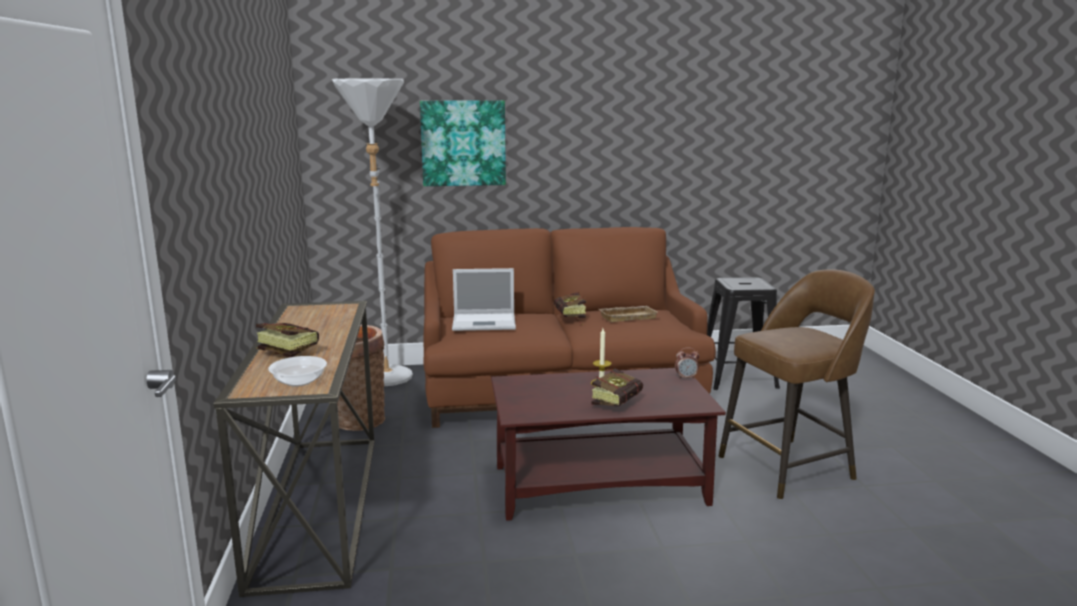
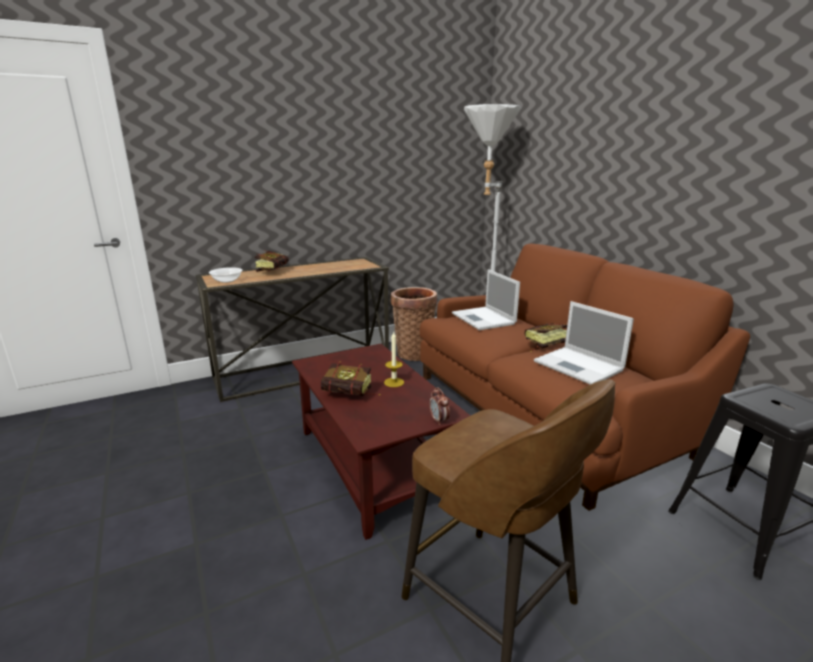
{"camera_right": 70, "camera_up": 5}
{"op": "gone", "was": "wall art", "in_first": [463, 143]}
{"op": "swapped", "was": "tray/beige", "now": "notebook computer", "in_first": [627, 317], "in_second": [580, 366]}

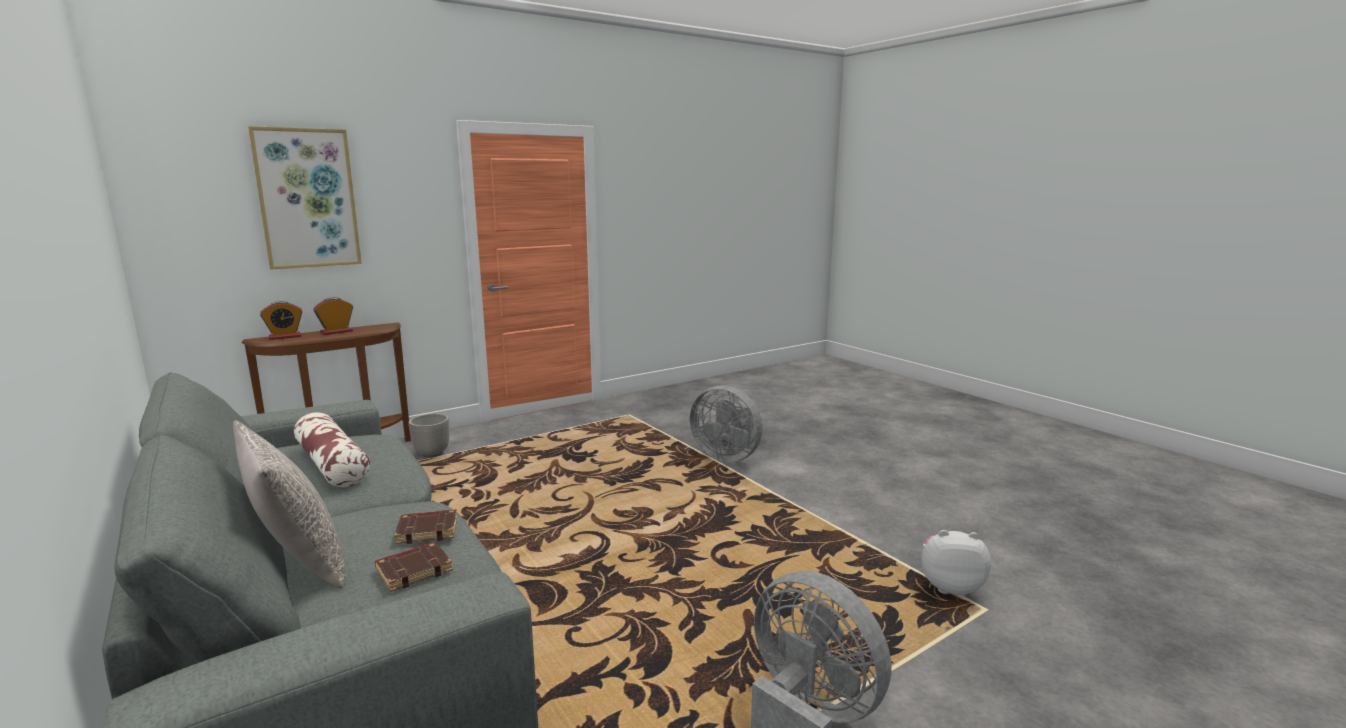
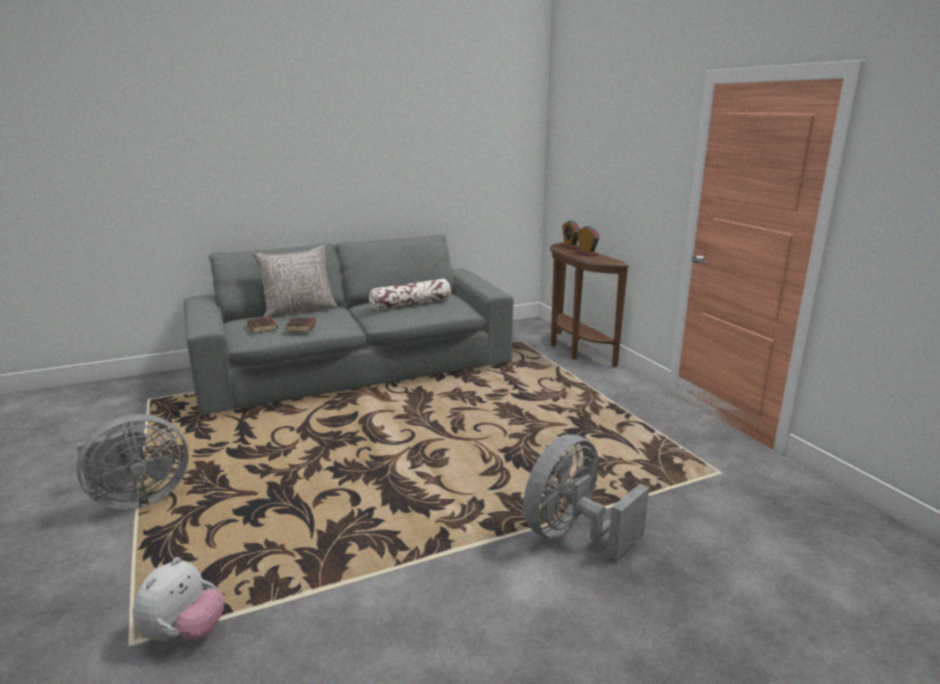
{"camera_right": 100, "camera_up": 5}
{"op": "gone", "was": "wall art", "in_first": [307, 199]}
{"op": "gone", "was": "planter", "in_first": [431, 453]}

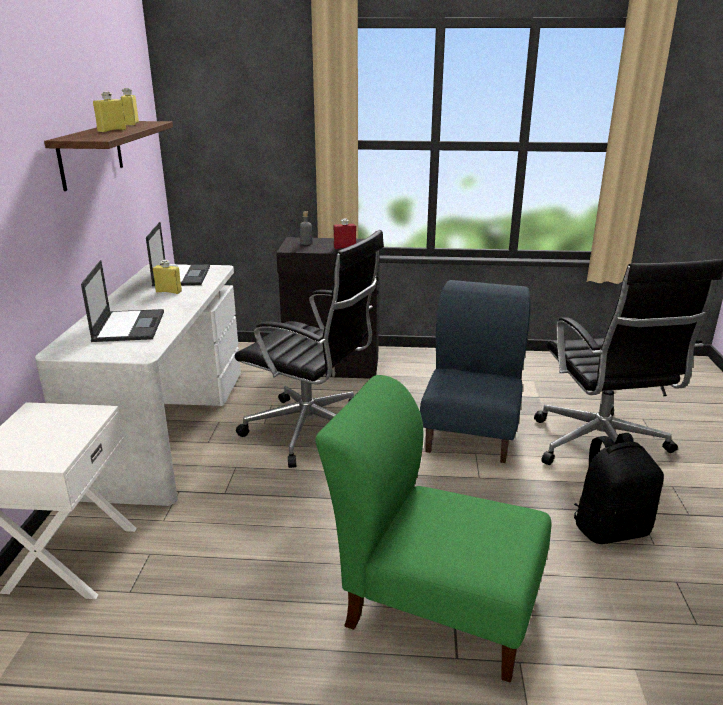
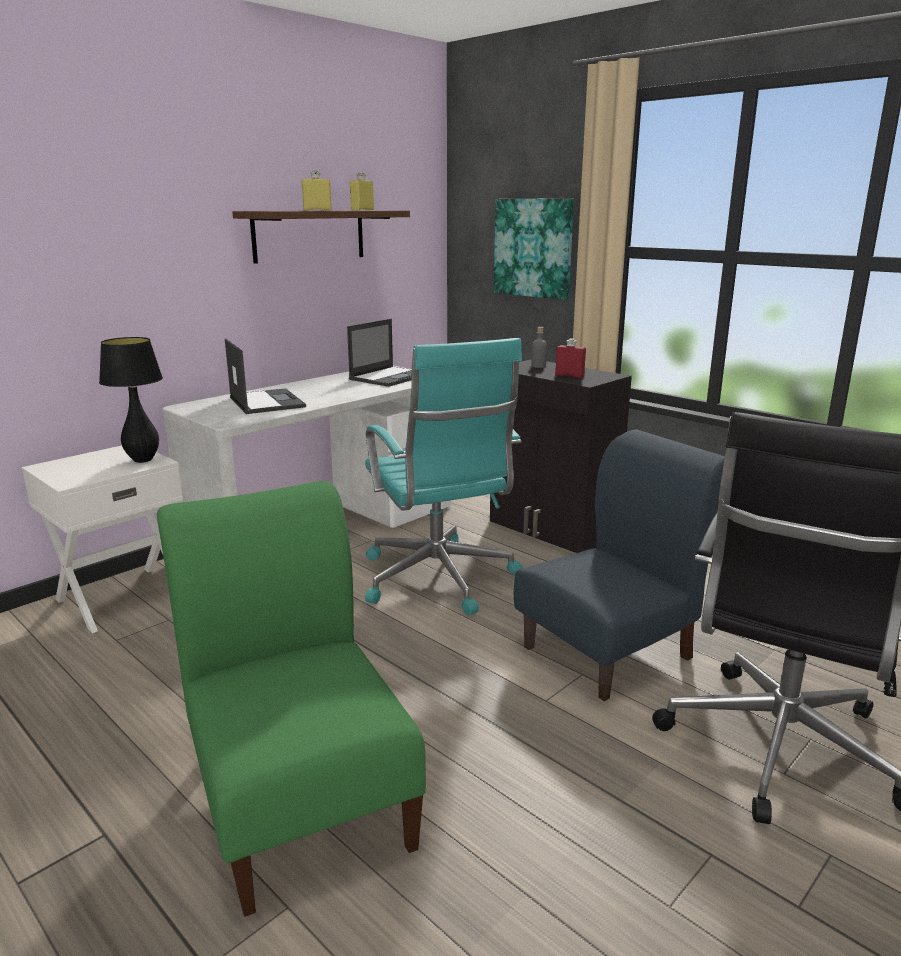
{"camera_right": 40, "camera_up": -5}
{"op": "repainted", "was": "office chair/black", "now": "office chair/turquoise", "in_first": [312, 431], "in_second": [439, 579]}
{"op": "rotated", "was": "notebook computer", "in_first": [129, 326], "in_second": [266, 402], "clockwise": -60}
{"op": "gone", "was": "bottle/yellowish", "in_first": [168, 291]}
{"op": "gone", "was": "rucksack/black", "in_first": [610, 528]}
{"op": "new", "now": "wall art", "in_second": [533, 248]}
{"op": "new", "now": "table lamp/black", "in_second": [143, 460]}

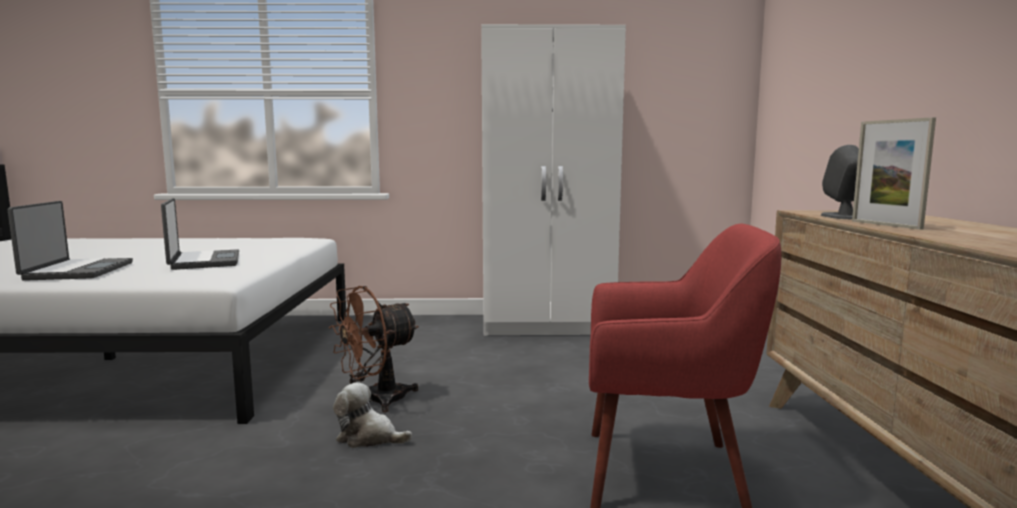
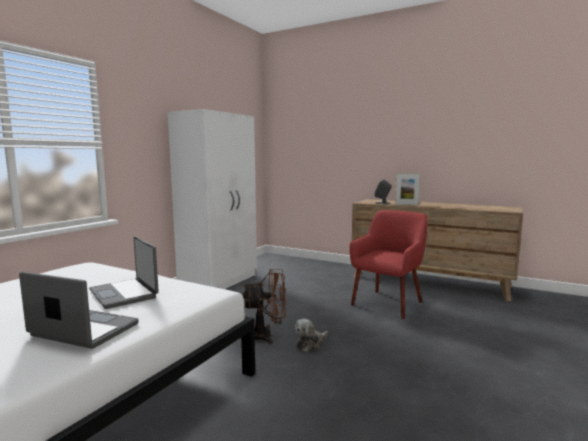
{"camera_right": -60, "camera_up": 0}
{"op": "rotated", "was": "notebook computer", "in_first": [203, 261], "in_second": [125, 294], "clockwise": -135}
{"op": "rotated", "was": "electric fan/brown-coloured", "in_first": [376, 400], "in_second": [266, 336], "clockwise": -90}

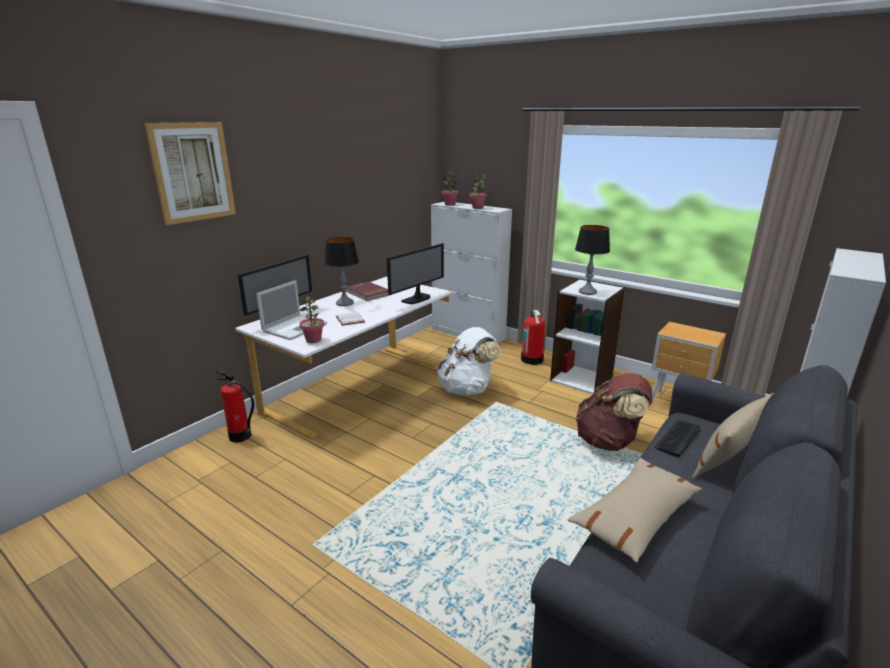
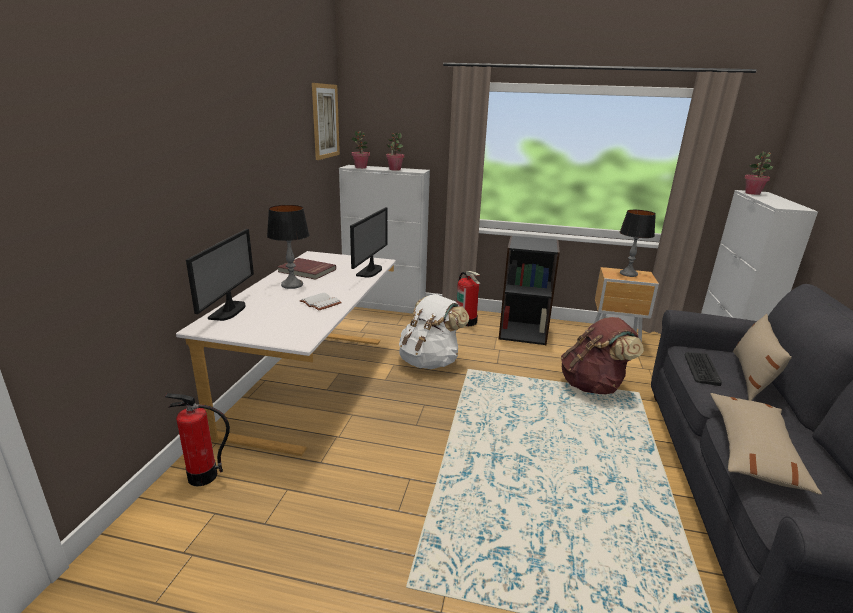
{"camera_right": -25, "camera_up": 0}
{"op": "shifted", "was": "wall art", "in_first": [193, 172], "in_second": [325, 121]}
{"op": "shifted", "was": "table lamp", "in_first": [587, 292], "in_second": [628, 274]}
{"op": "repainted", "was": "bookshelf/white-coloured", "now": "bookshelf/black", "in_first": [582, 379], "in_second": [523, 332]}
{"op": "gone", "was": "notebook computer", "in_first": [295, 327]}
{"op": "shifted", "was": "potted plant", "in_first": [313, 340], "in_second": [752, 193]}

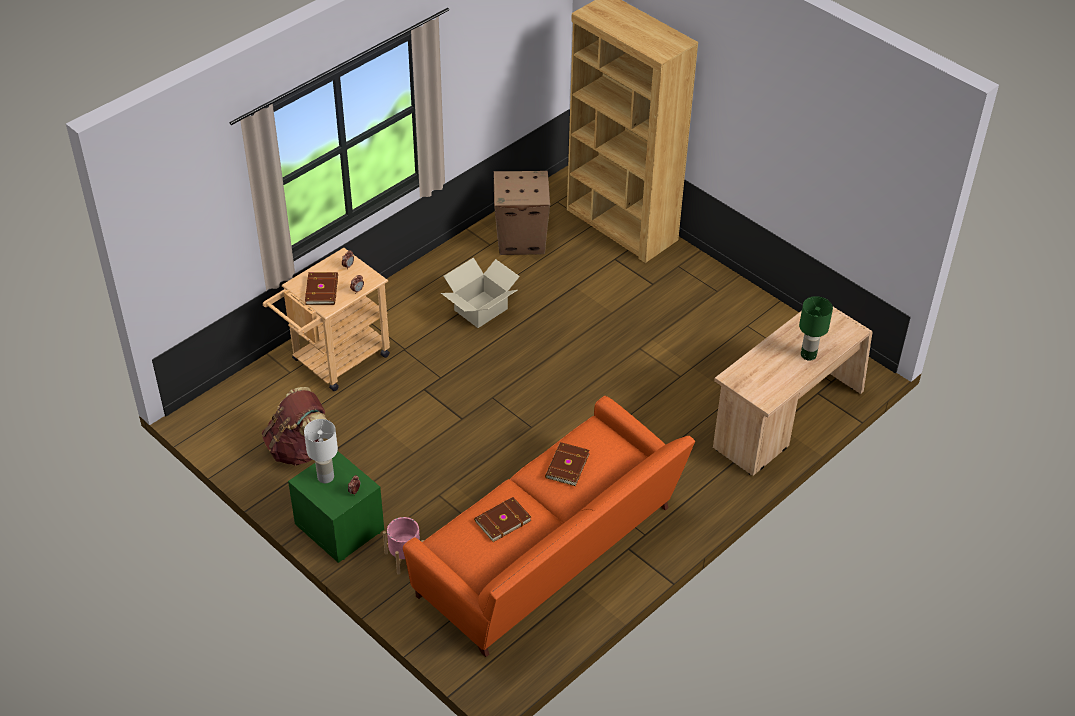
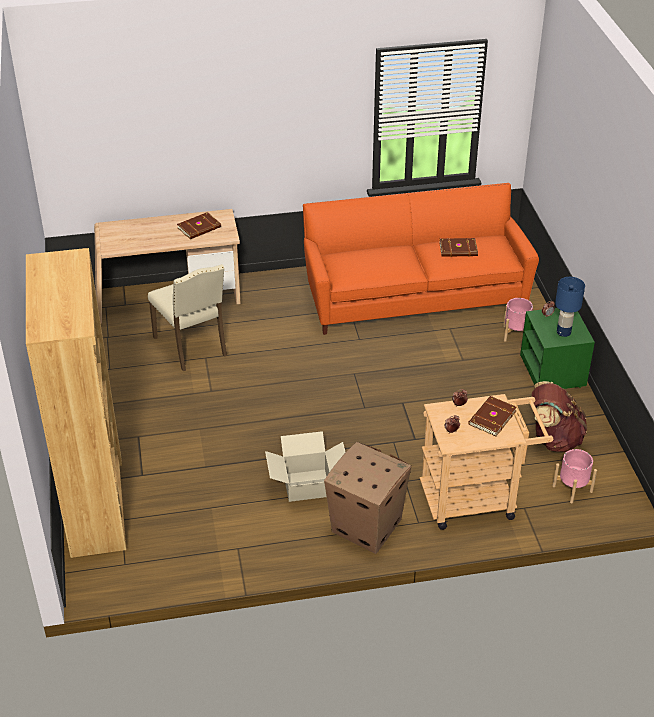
{"camera_right": -145, "camera_up": -5}
{"op": "shifted", "was": "carton", "in_first": [522, 239], "in_second": [365, 525]}
{"op": "gone", "was": "table lamp/green", "in_first": [808, 355]}
{"op": "repainted", "was": "table lamp/white-coloured", "now": "table lamp/blue-coloured", "in_first": [325, 477], "in_second": [563, 332]}
{"op": "shifted", "was": "bound book/brown-coloured", "in_first": [566, 465], "in_second": [200, 228]}
{"op": "new", "now": "chair/beige", "in_second": [192, 346]}
{"op": "new", "now": "planter/pink-coloured", "in_second": [572, 489]}

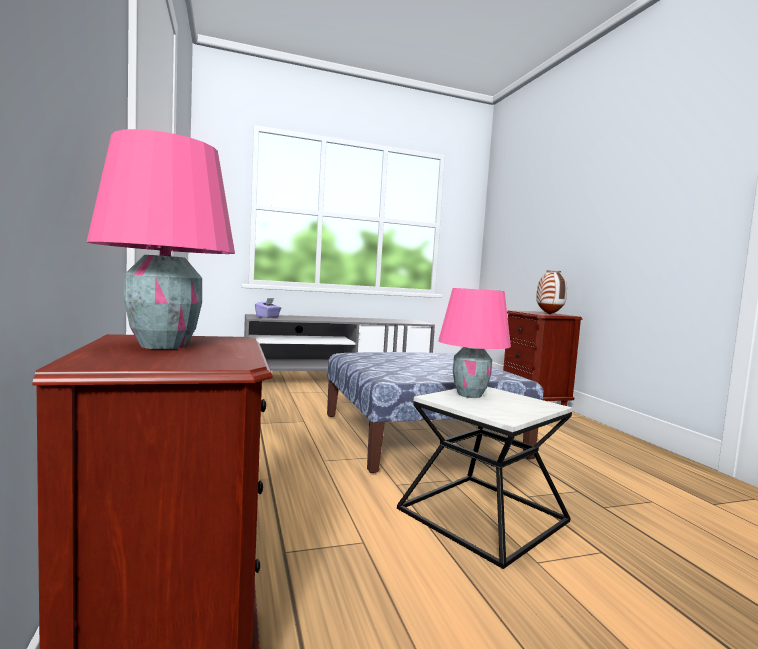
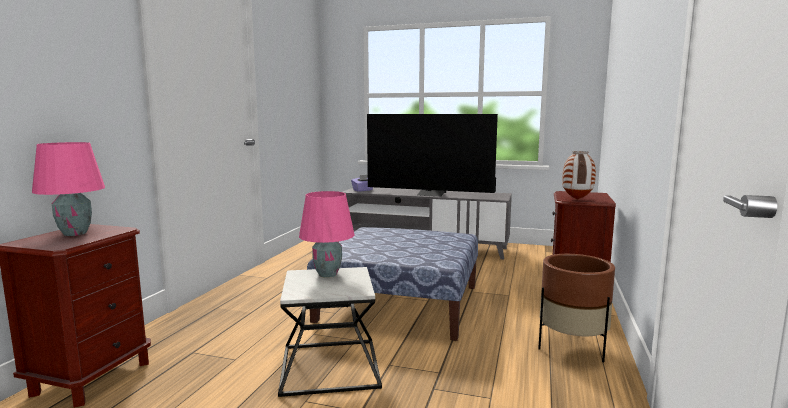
{"camera_right": 35, "camera_up": 5}
{"op": "new", "now": "television", "in_second": [431, 194]}
{"op": "new", "now": "planter/brown-coloured", "in_second": [572, 348]}

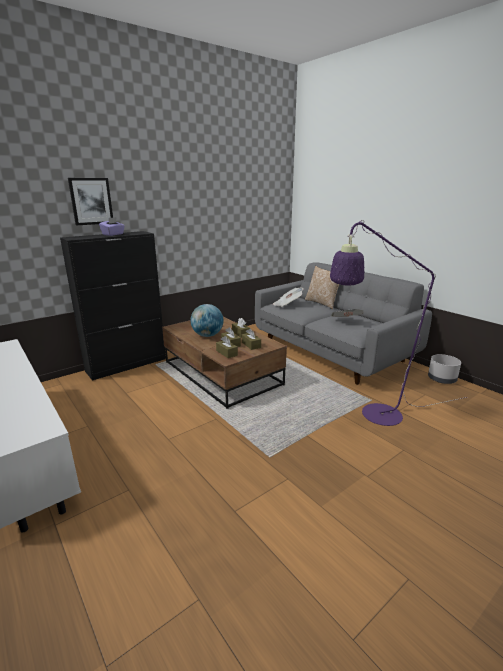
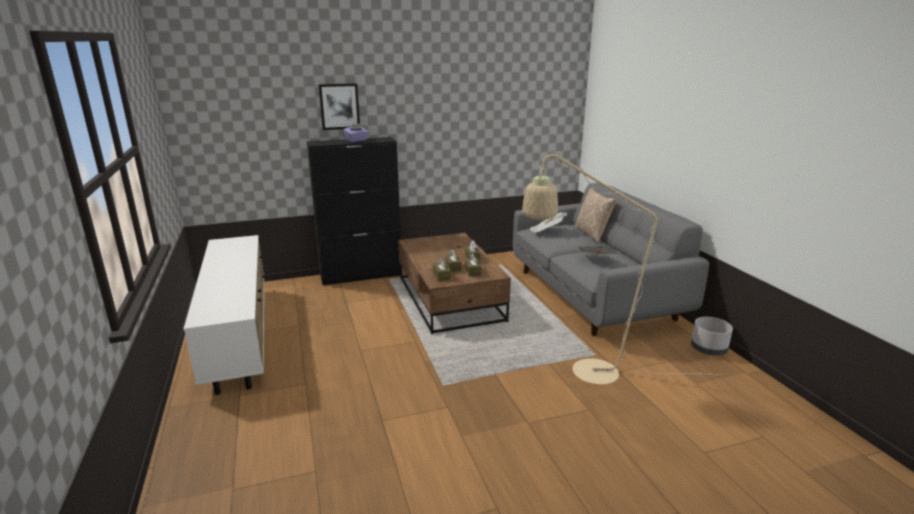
{"camera_right": 20, "camera_up": 0}
{"op": "repainted", "was": "standing lamp/purple-coloured", "now": "standing lamp/beige", "in_first": [373, 416], "in_second": [583, 371]}
{"op": "gone", "was": "globe", "in_first": [207, 335]}

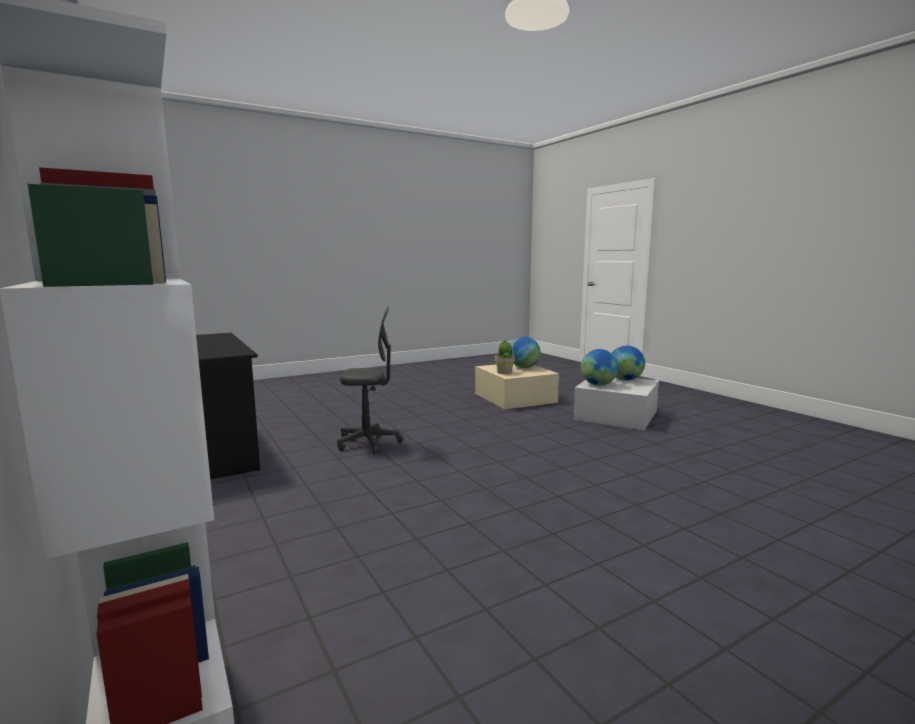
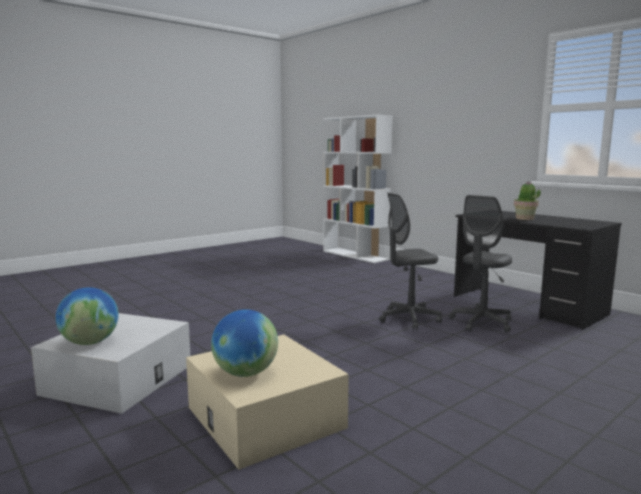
{"camera_right": 170, "camera_up": 0}
{"op": "shifted", "was": "potted plant", "in_first": [504, 372], "in_second": [524, 219]}
{"op": "gone", "was": "globe", "in_first": [598, 385]}
{"op": "new", "now": "office chair/gray", "in_second": [481, 323]}

